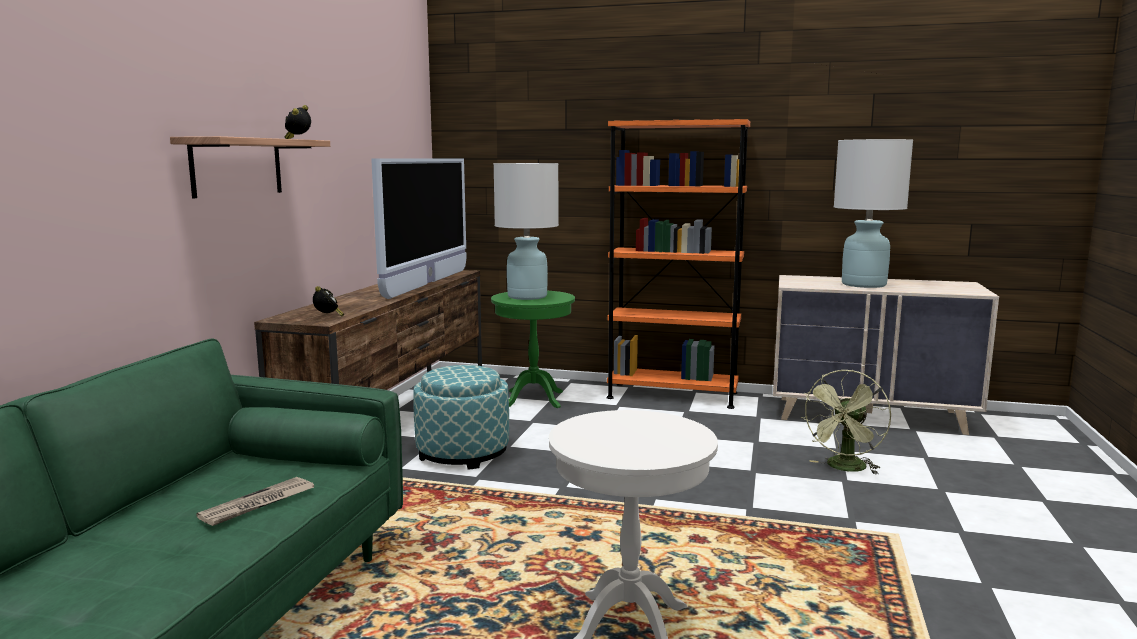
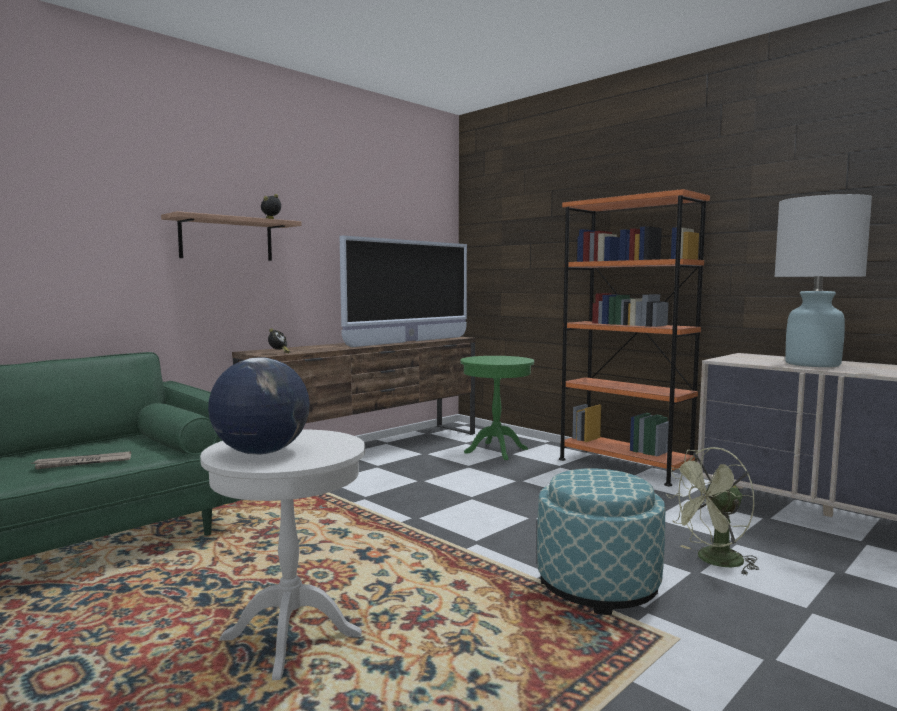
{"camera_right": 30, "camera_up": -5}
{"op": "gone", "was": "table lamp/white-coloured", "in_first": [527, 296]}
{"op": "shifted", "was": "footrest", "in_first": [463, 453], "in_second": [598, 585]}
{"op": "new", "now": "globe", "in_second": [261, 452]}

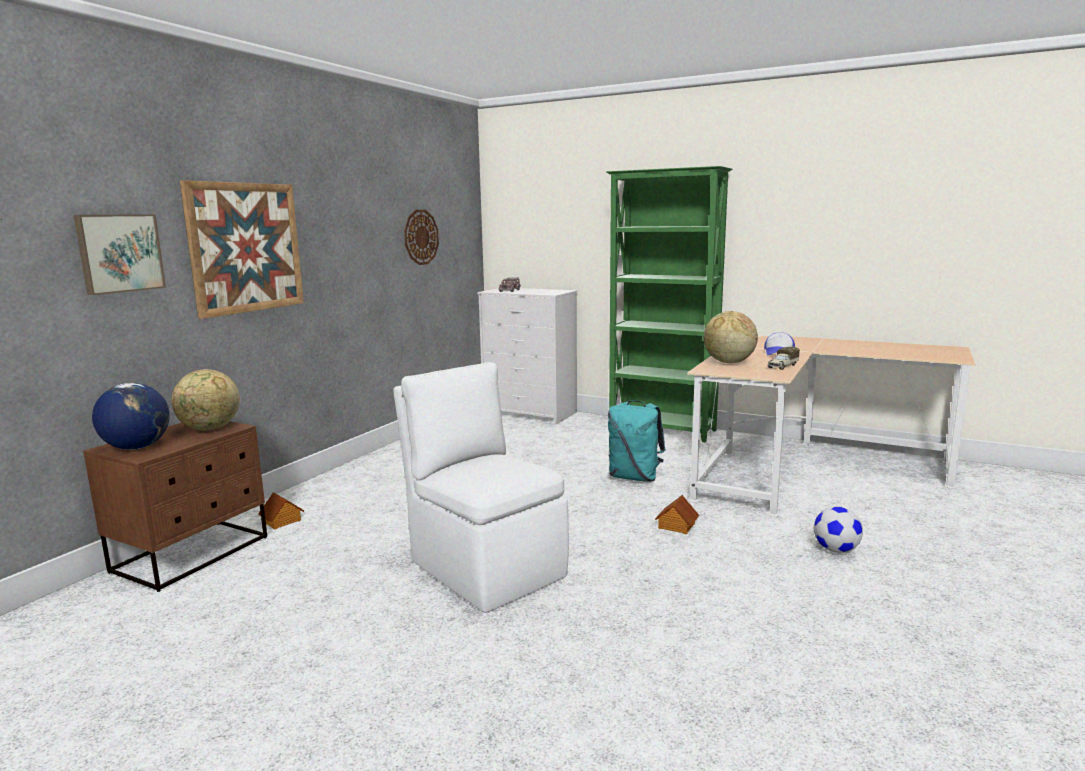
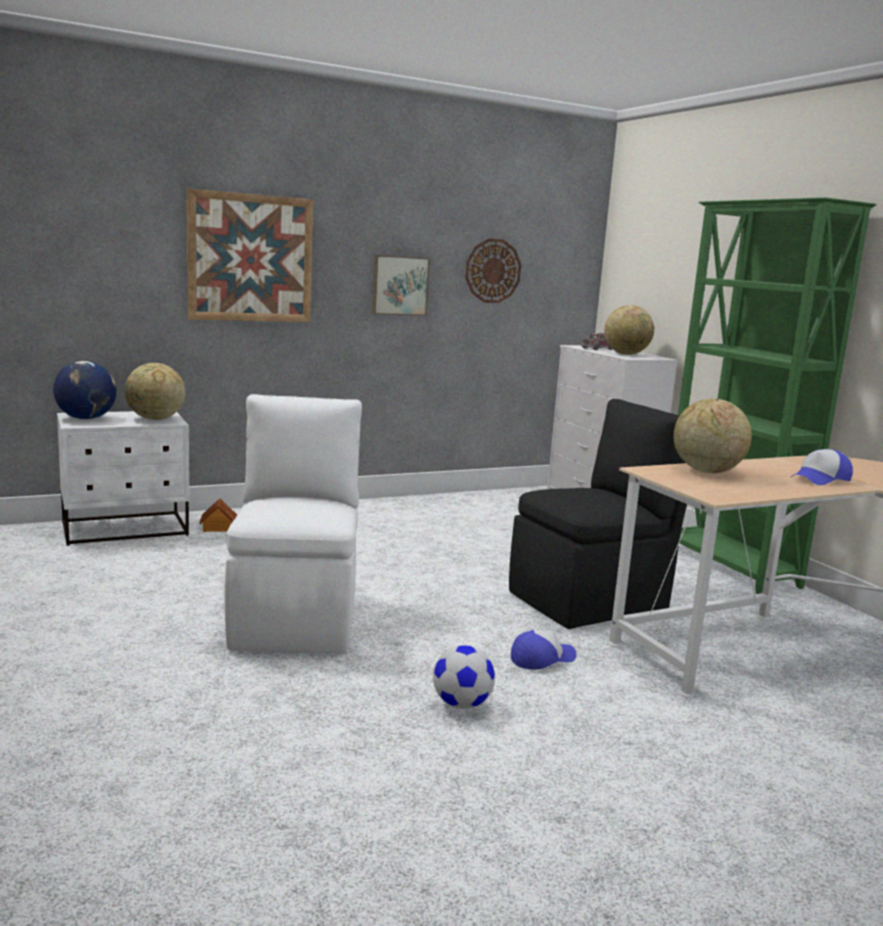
{"camera_right": 35, "camera_up": 0}
{"op": "shifted", "was": "wall art", "in_first": [119, 253], "in_second": [399, 285]}
{"op": "gone", "was": "toy lorry", "in_first": [782, 366]}
{"op": "swapped", "was": "rucksack/turquoise", "now": "chair/black", "in_first": [635, 477], "in_second": [592, 600]}
{"op": "repainted", "was": "bedside table/brown-coloured", "now": "bedside table/white-coloured", "in_first": [193, 554], "in_second": [126, 529]}
{"op": "swapped", "was": "toy house", "now": "baseball cap", "in_first": [676, 526], "in_second": [542, 658]}
{"op": "shifted", "was": "football", "in_first": [835, 550], "in_second": [461, 704]}
{"op": "new", "now": "globe", "in_second": [626, 354]}

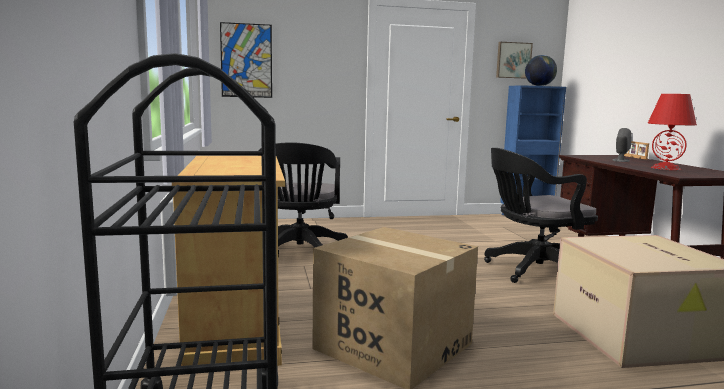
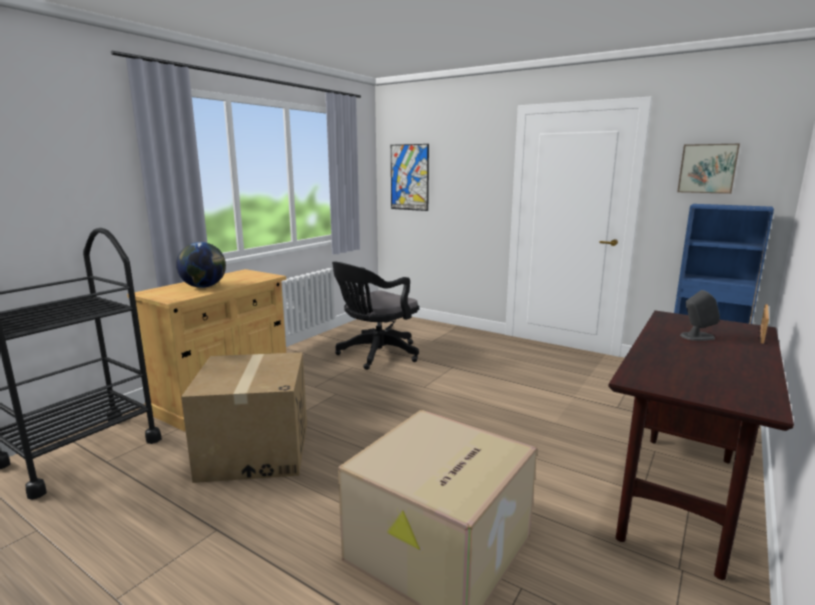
{"camera_right": 45, "camera_up": 5}
{"op": "shifted", "was": "globe", "in_first": [539, 86], "in_second": [204, 287]}
{"op": "gone", "was": "table lamp/red", "in_first": [665, 168]}
{"op": "gone", "was": "office chair/black", "in_first": [533, 271]}

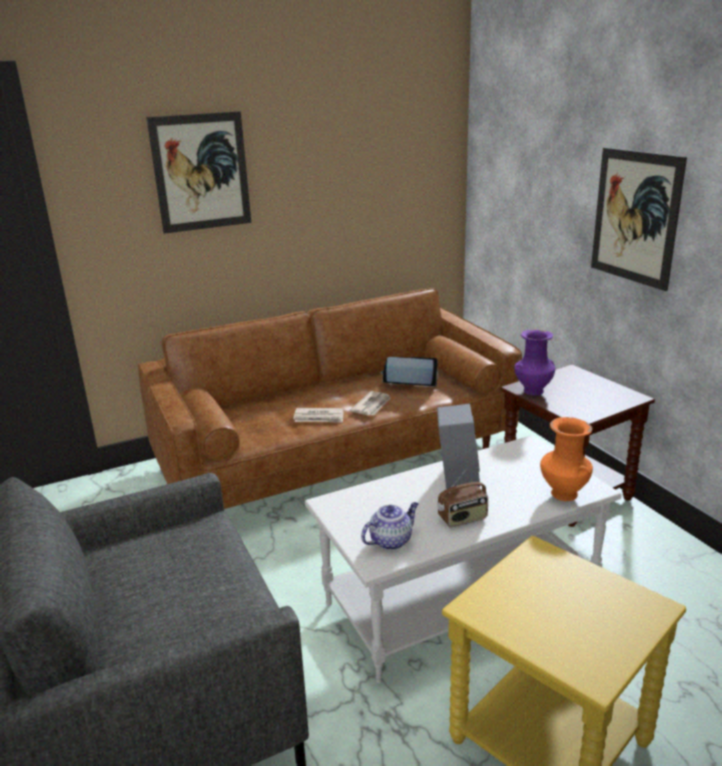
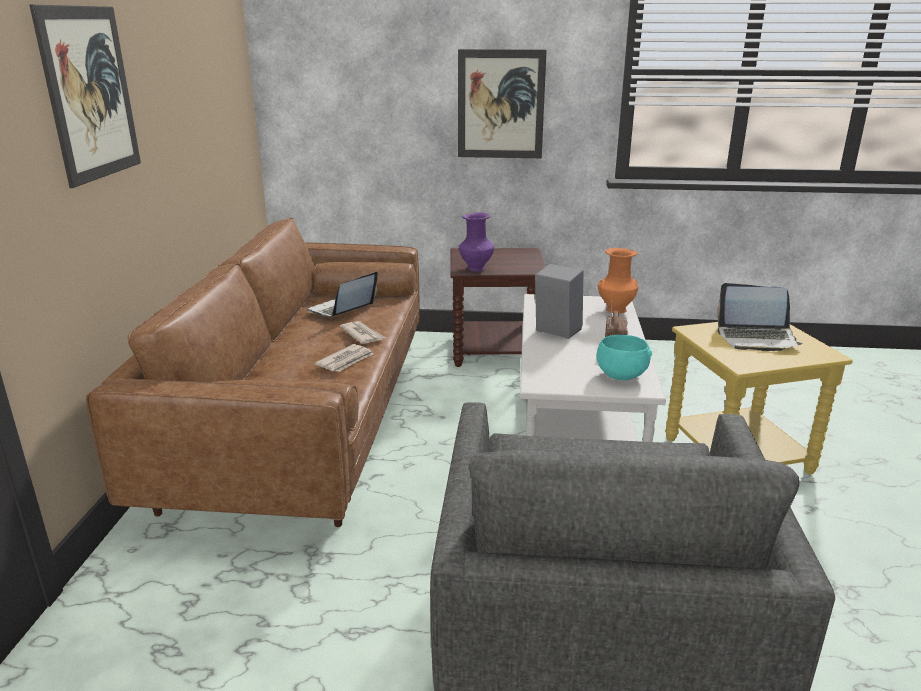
{"camera_right": -60, "camera_up": 0}
{"op": "swapped", "was": "tea pot", "now": "serving bowl/turquoise", "in_first": [391, 540], "in_second": [620, 375]}
{"op": "new", "now": "notebook computer", "in_second": [756, 338]}

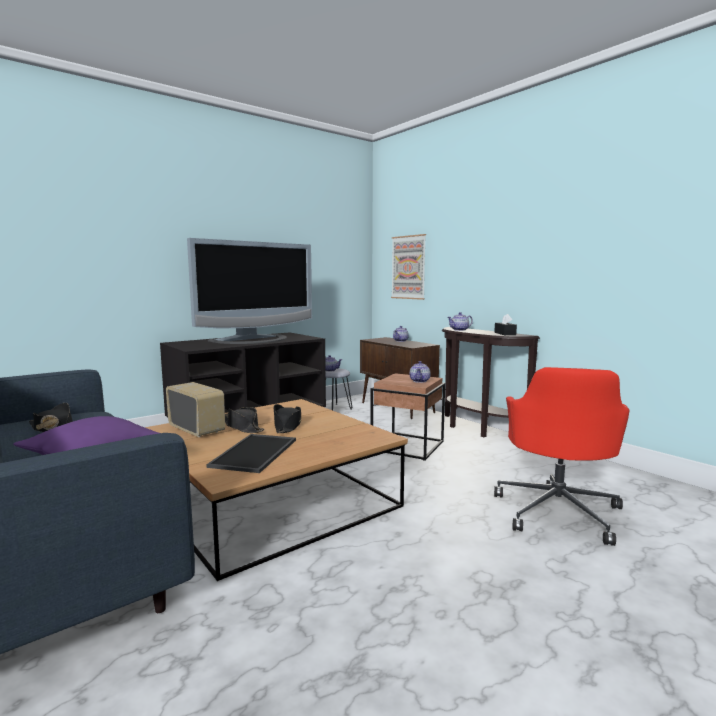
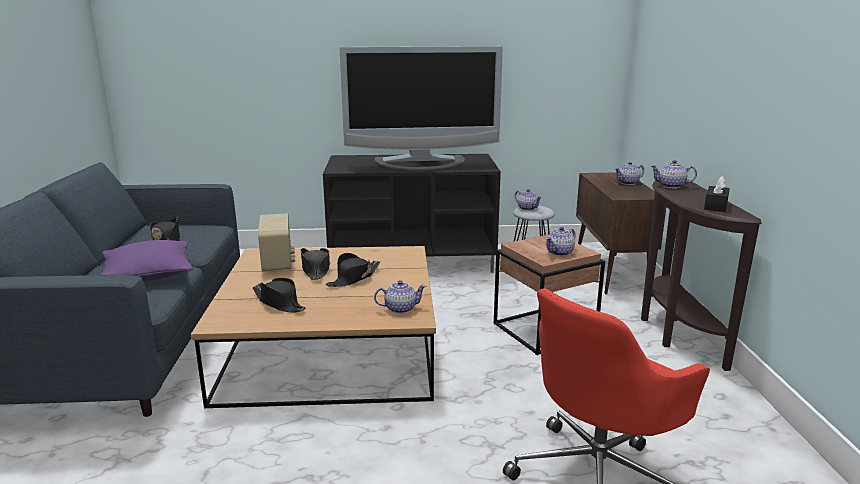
{"camera_right": 35, "camera_up": 10}
{"op": "gone", "was": "wall art", "in_first": [408, 267]}
{"op": "swapped", "was": "tray", "now": "clothing hat/black", "in_first": [255, 453], "in_second": [279, 303]}
{"op": "new", "now": "tea pot", "in_second": [400, 309]}

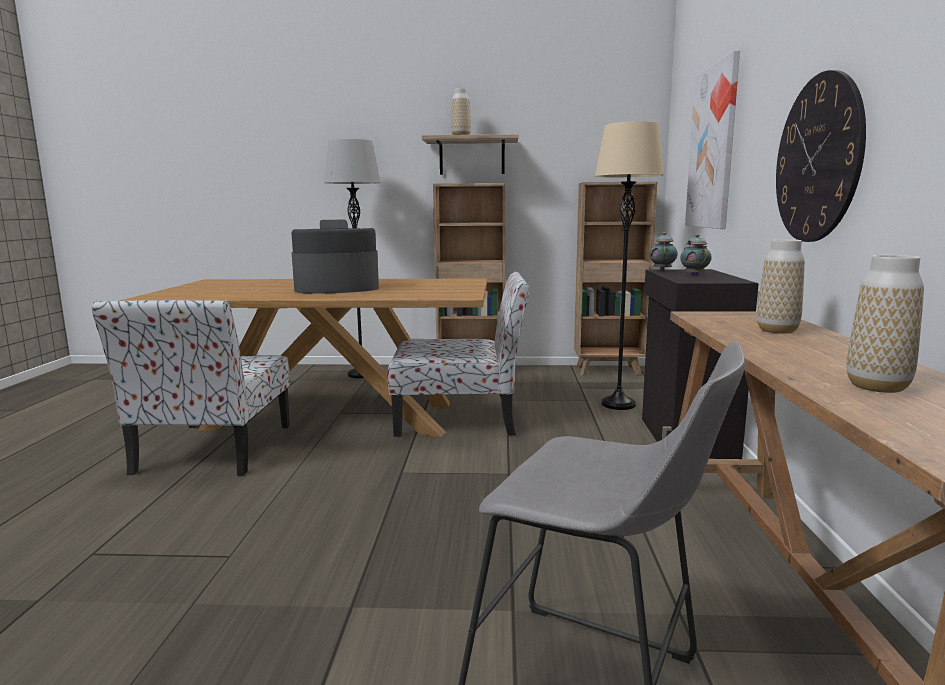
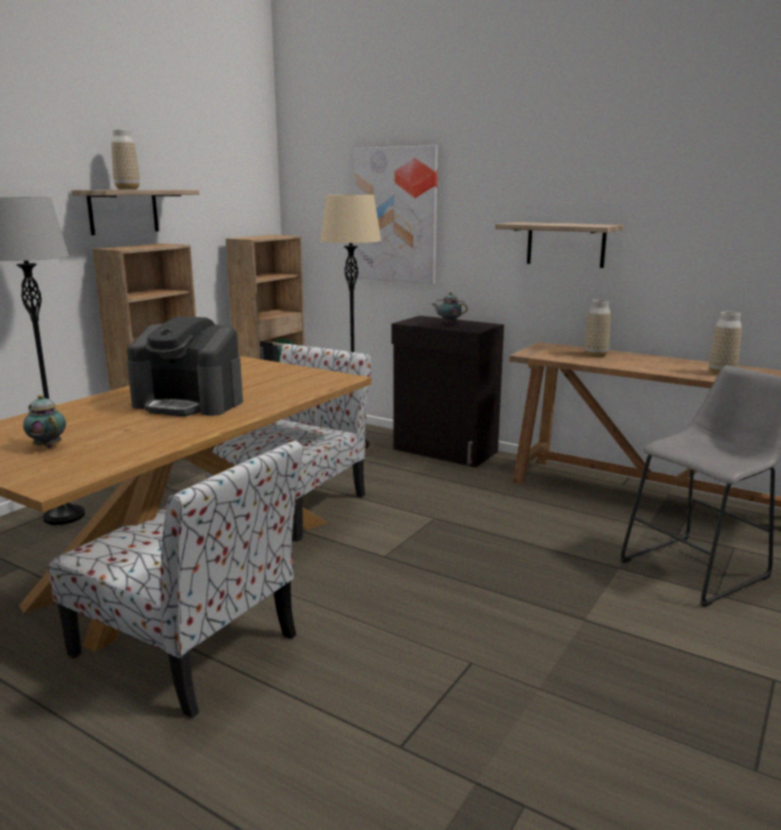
{"camera_right": -60, "camera_up": 5}
{"op": "swapped", "was": "clock on the wall", "now": "shelf", "in_first": [817, 159], "in_second": [565, 244]}
{"op": "rotated", "was": "coffee maker", "in_first": [336, 288], "in_second": [189, 403], "clockwise": -90}
{"op": "shifted", "was": "tea pot", "in_first": [662, 270], "in_second": [47, 446]}

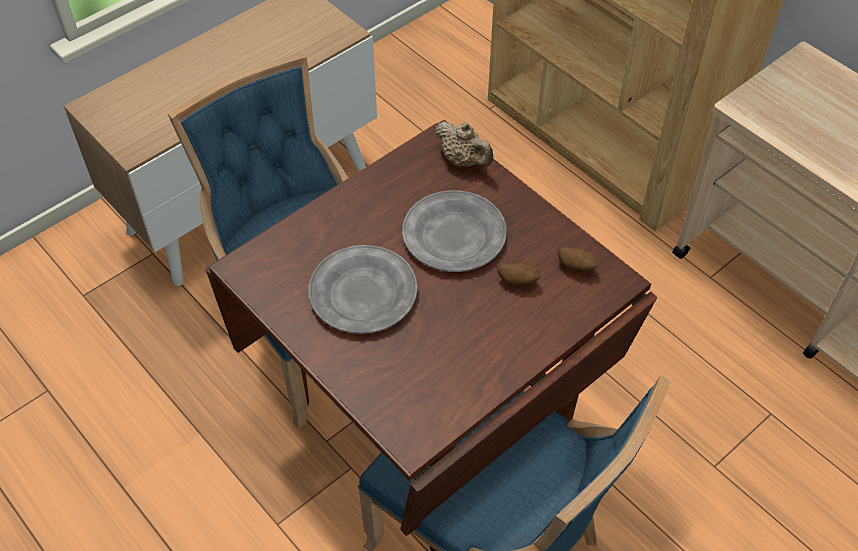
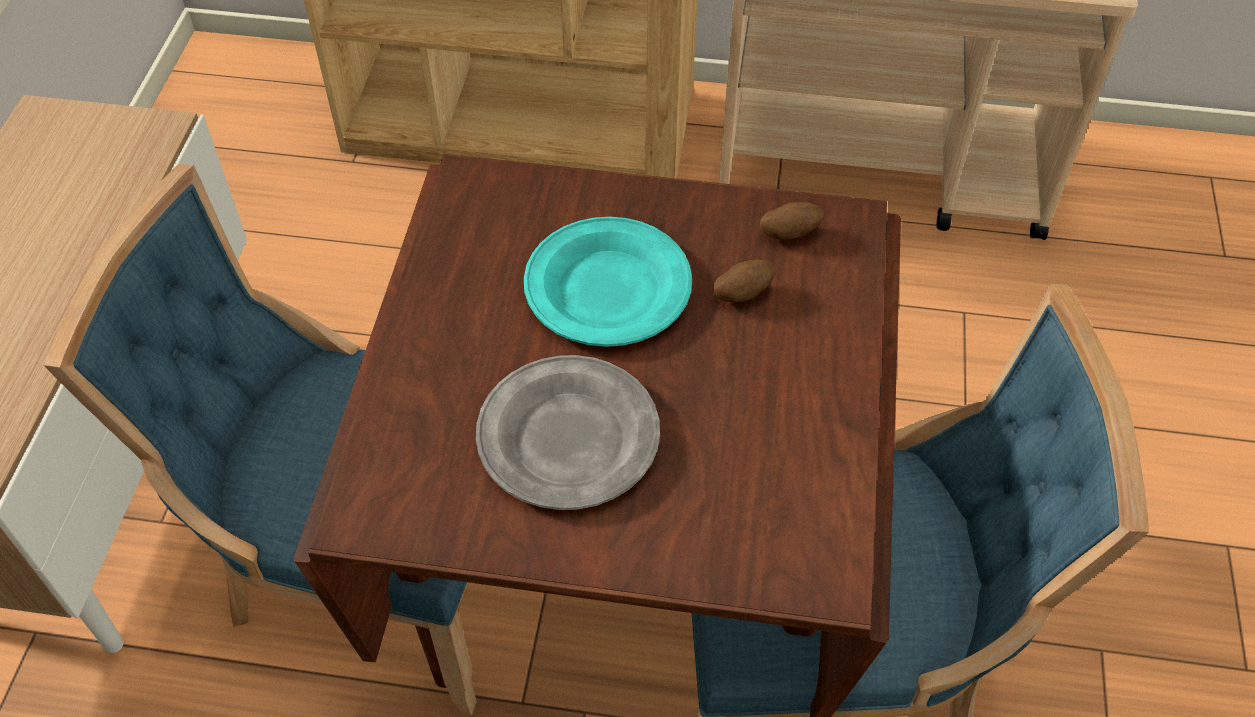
{"camera_right": -40, "camera_up": 0}
{"op": "gone", "was": "tea pot/beige", "in_first": [464, 160]}
{"op": "repainted", "was": "dinner plate/gray", "now": "dinner plate/turquoise", "in_first": [454, 235], "in_second": [607, 287]}

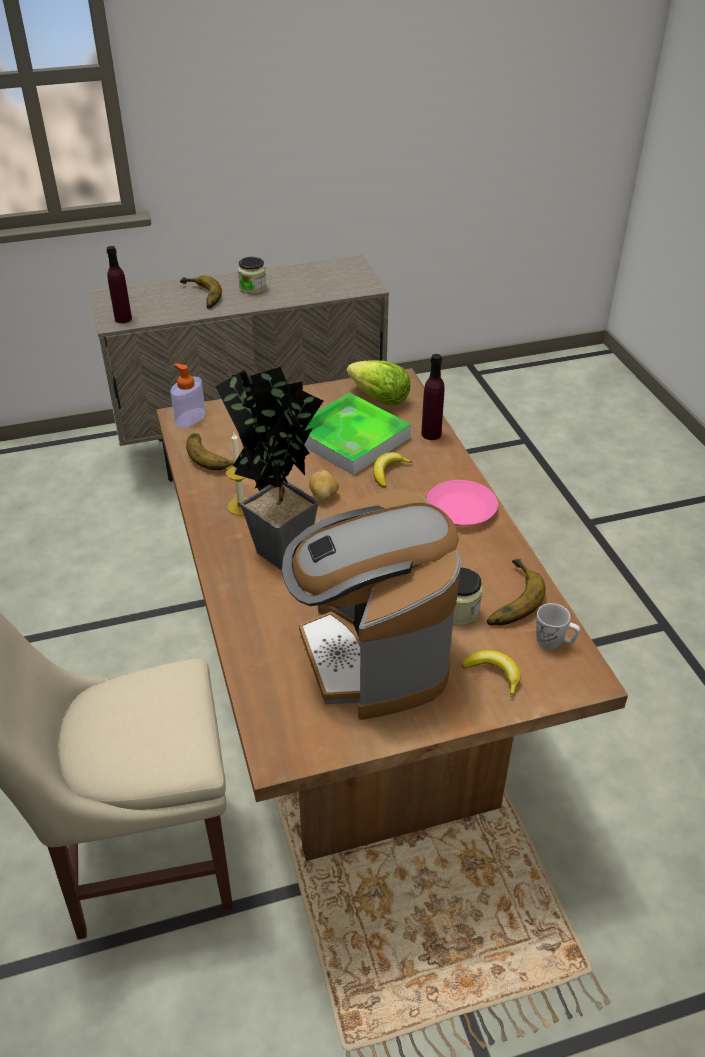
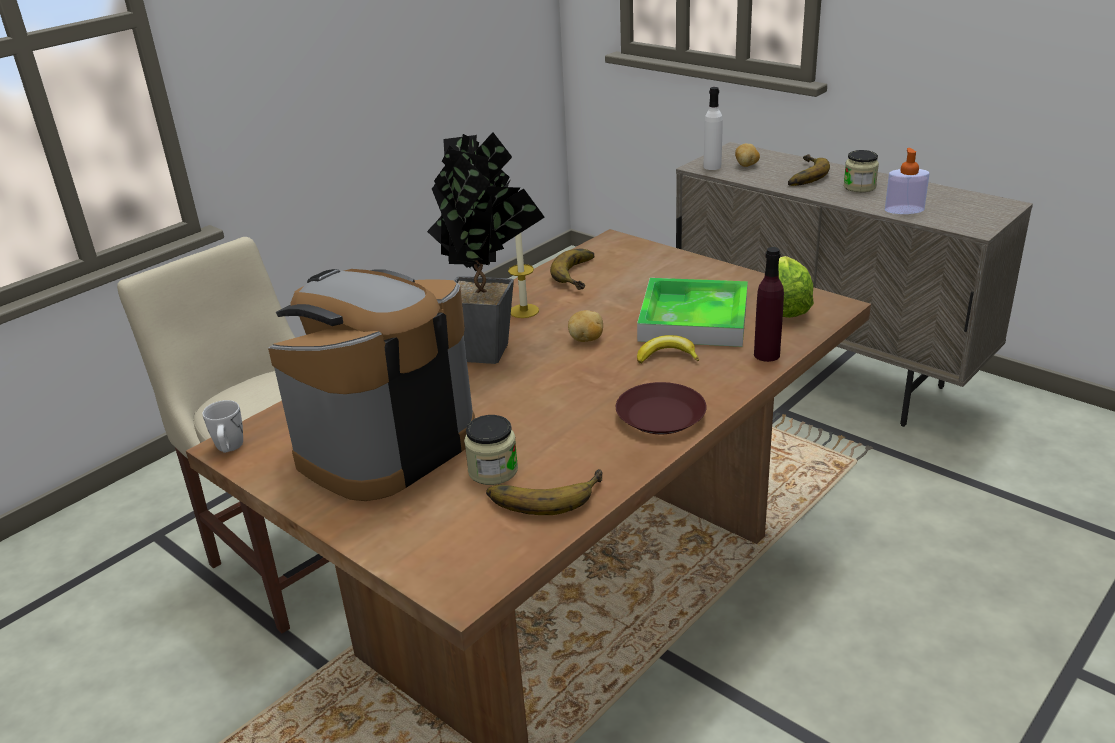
{"camera_right": 60, "camera_up": -10}
{"op": "repainted", "was": "bottle/purple-coloured", "now": "bottle/white-coloured", "in_first": [123, 319], "in_second": [712, 167]}
{"op": "shifted", "was": "liquid soap bottle", "in_first": [190, 418], "in_second": [904, 210]}
{"op": "repainted", "was": "dinner plate/pink-coloured", "now": "dinner plate/brown-coloured", "in_first": [461, 508], "in_second": [661, 416]}
{"op": "shifted", "was": "tea mug/white-coloured", "in_first": [554, 642], "in_second": [229, 448]}
{"op": "gone", "was": "banana fruit", "in_first": [494, 674]}
{"op": "new", "now": "spud", "in_second": [746, 165]}

